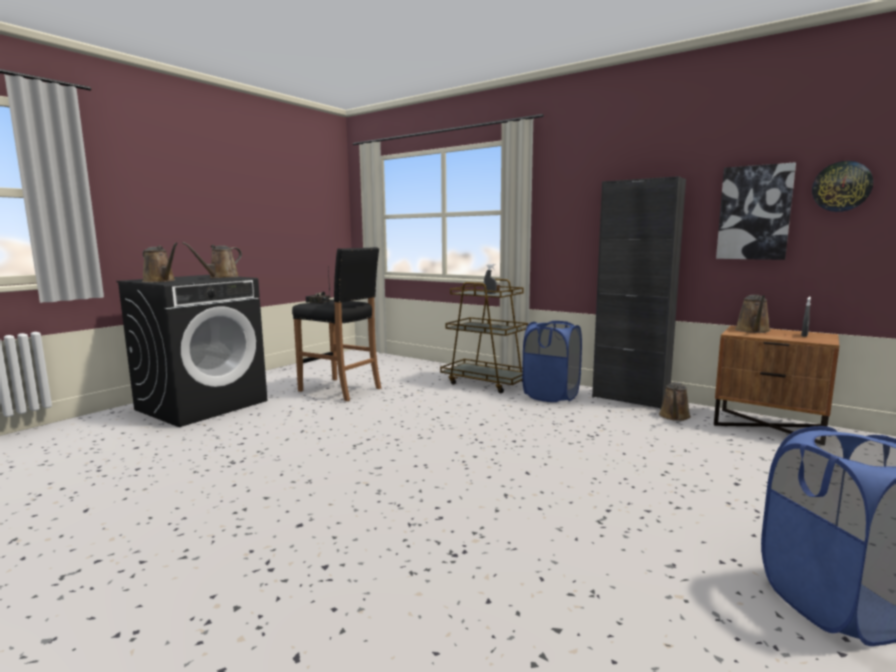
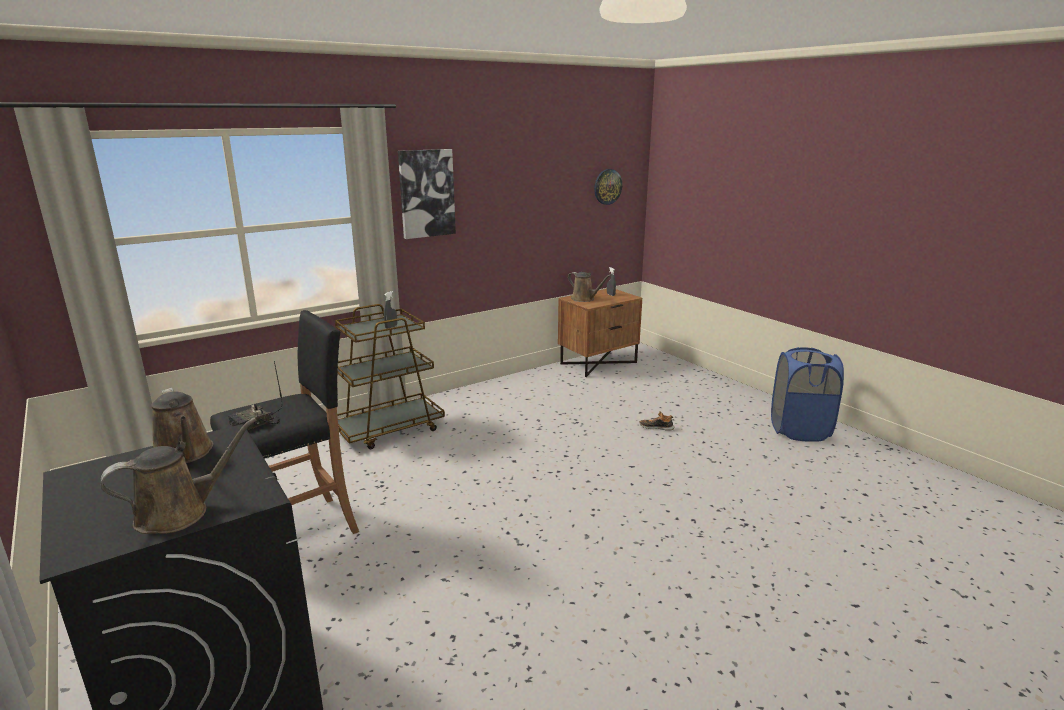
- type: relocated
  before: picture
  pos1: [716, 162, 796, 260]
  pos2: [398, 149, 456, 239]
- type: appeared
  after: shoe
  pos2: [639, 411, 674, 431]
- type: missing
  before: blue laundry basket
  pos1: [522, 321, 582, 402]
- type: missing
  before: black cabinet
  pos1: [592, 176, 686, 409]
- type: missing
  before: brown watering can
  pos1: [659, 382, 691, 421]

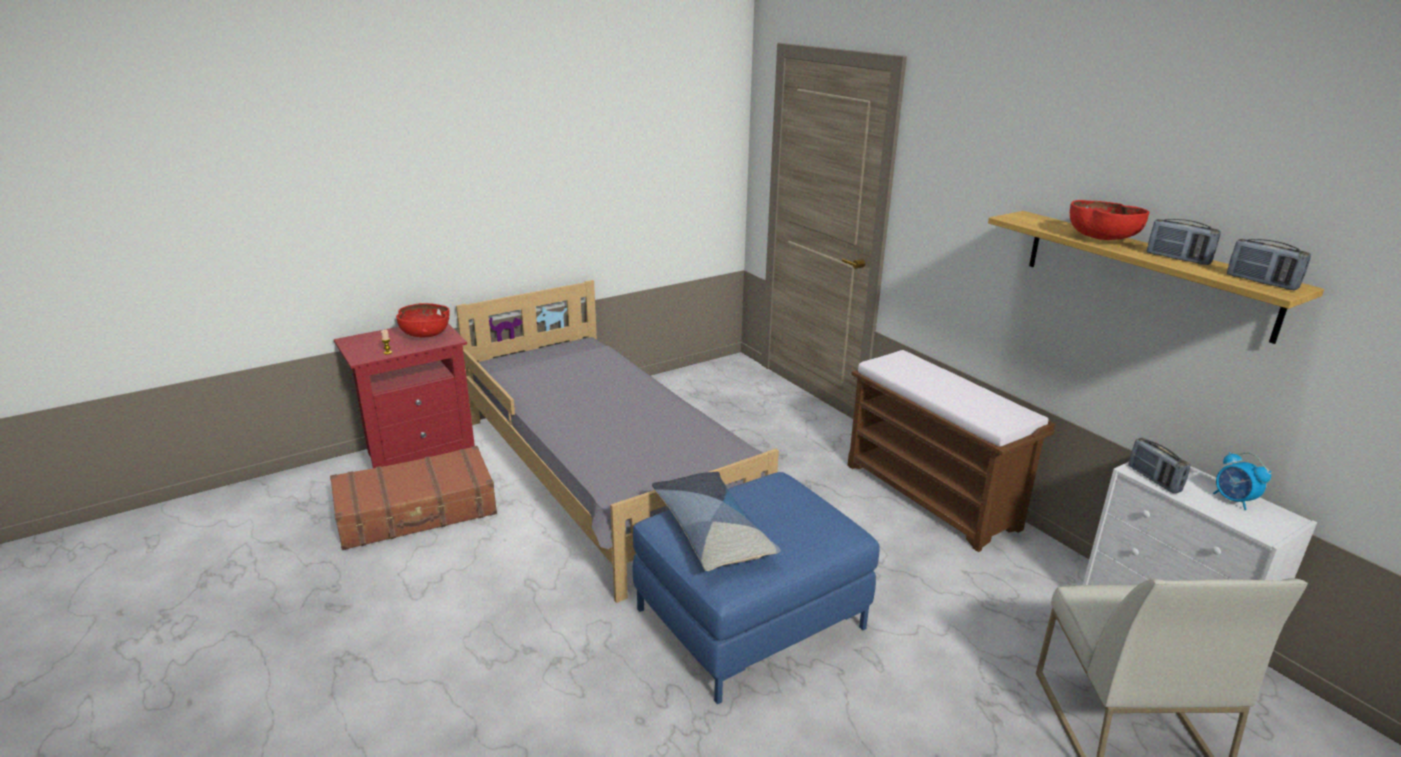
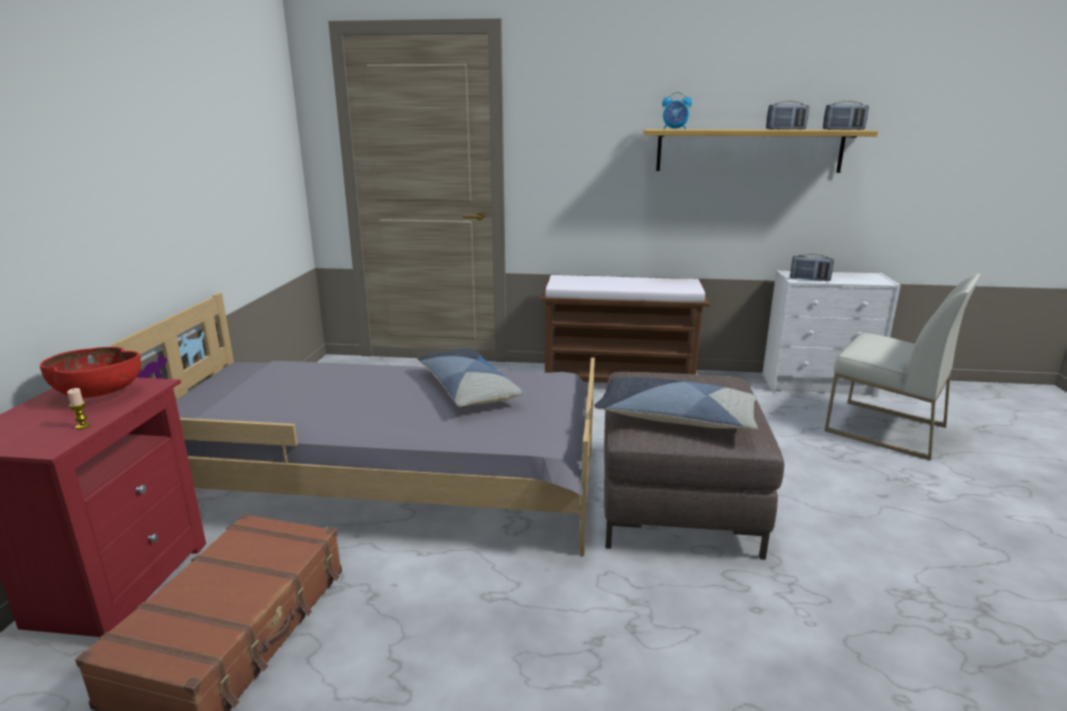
- type: appeared
  after: pillow
  pos2: [417, 348, 526, 407]
- type: colour
  before: blue ottoman
  after: brown ottoman
  pos1: [633, 472, 880, 704]
  pos2: [604, 372, 784, 560]
- type: relocated
  before: alarm clock
  pos1: [1213, 452, 1271, 510]
  pos2: [662, 92, 692, 129]
- type: missing
  before: red bowl
  pos1: [1070, 200, 1149, 240]

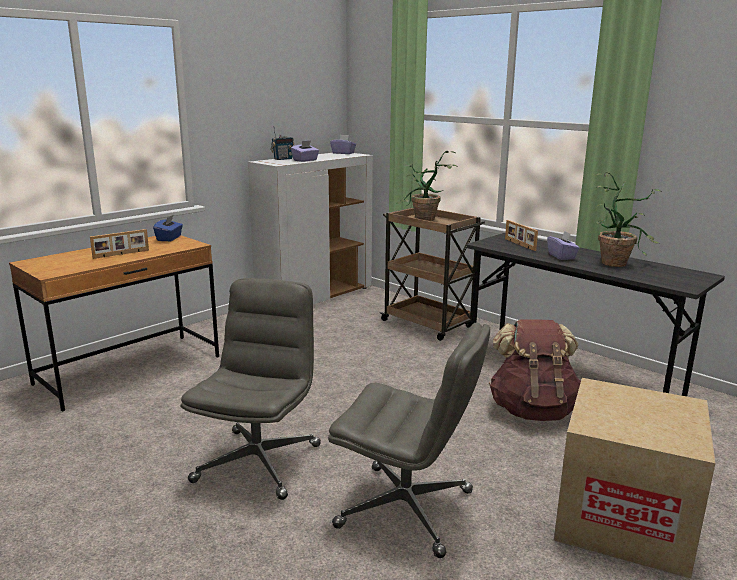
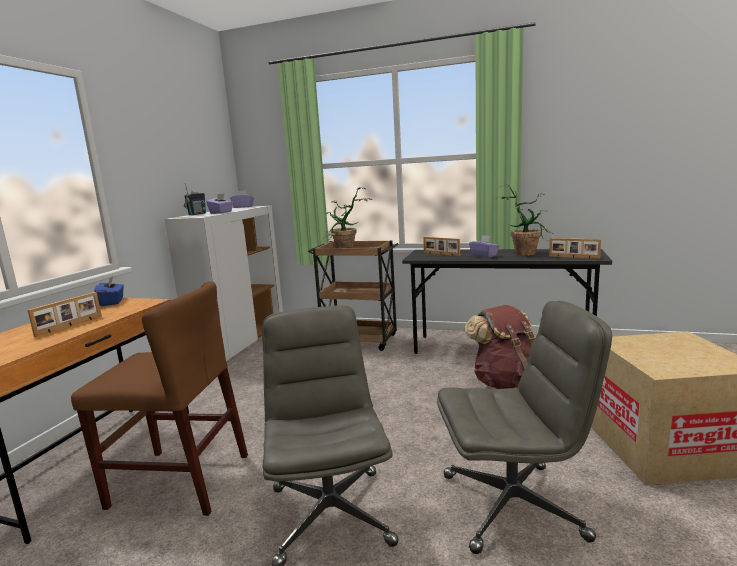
- type: appeared
  after: brown chair
  pos2: [71, 281, 248, 516]
- type: appeared
  after: picture frame
  pos2: [549, 238, 601, 259]

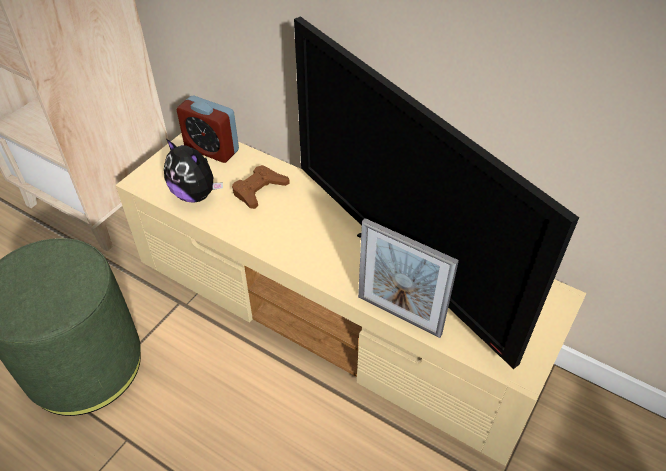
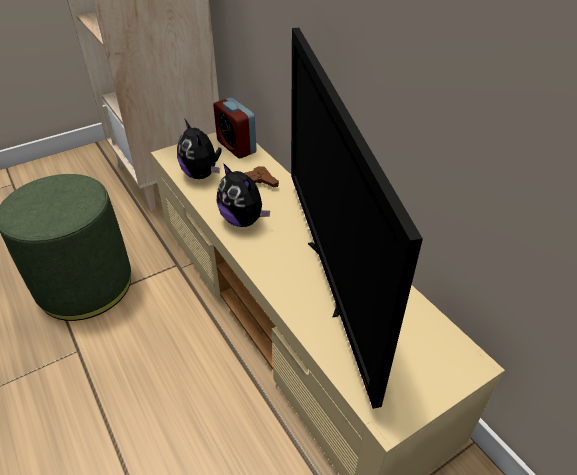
- type: appeared
  after: plush toy
  pos2: [217, 163, 270, 227]
- type: missing
  before: picture frame
  pos1: [358, 218, 459, 338]

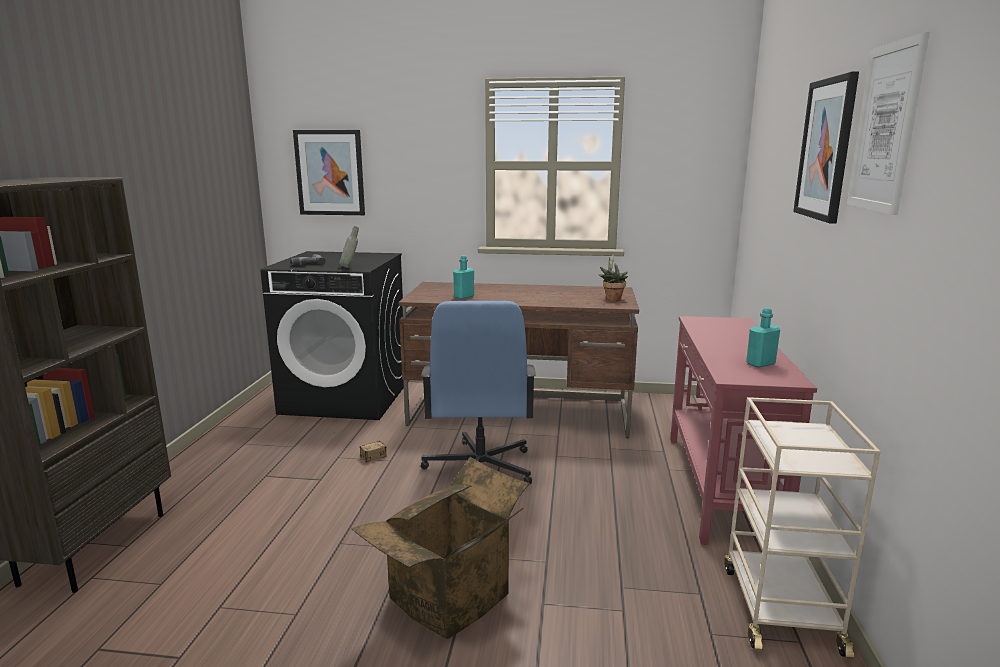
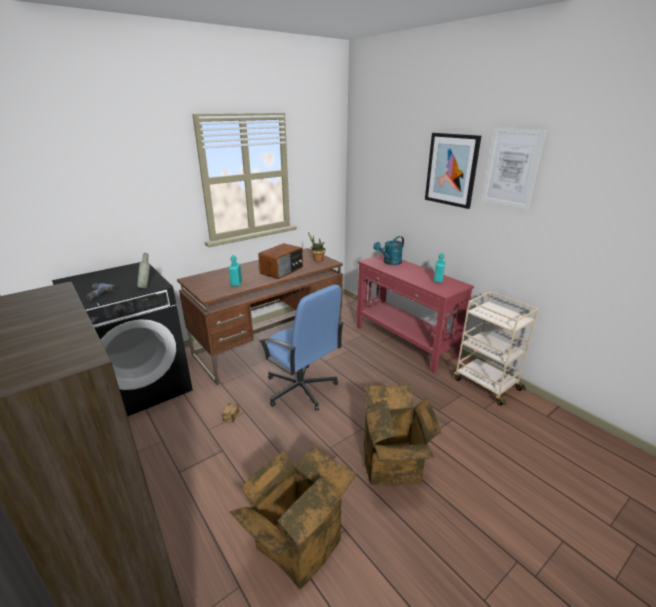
- type: appeared
  after: cardboard box
  pos2: [230, 445, 358, 589]
- type: appeared
  after: radio
  pos2: [258, 243, 303, 279]
- type: appeared
  after: turquoise watering can
  pos2: [374, 236, 404, 265]
- type: missing
  before: picture
  pos1: [293, 130, 365, 215]

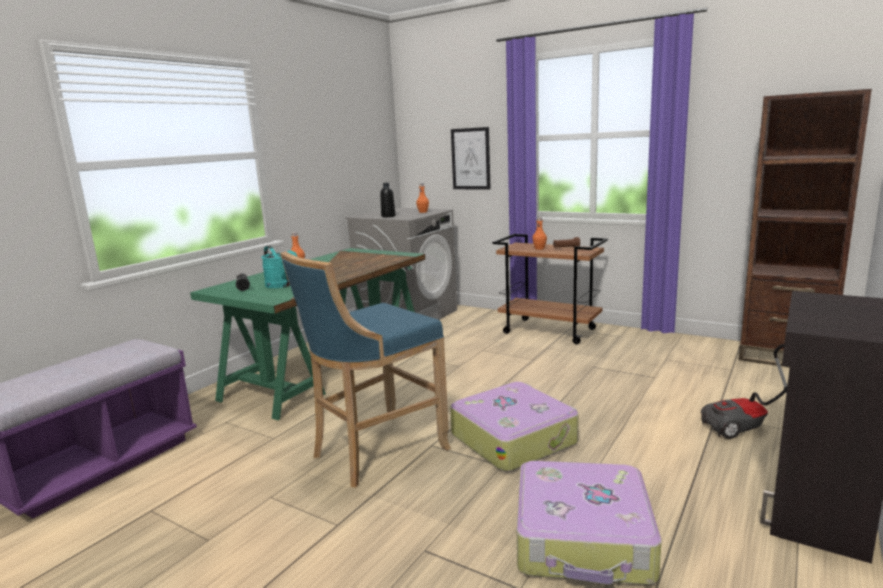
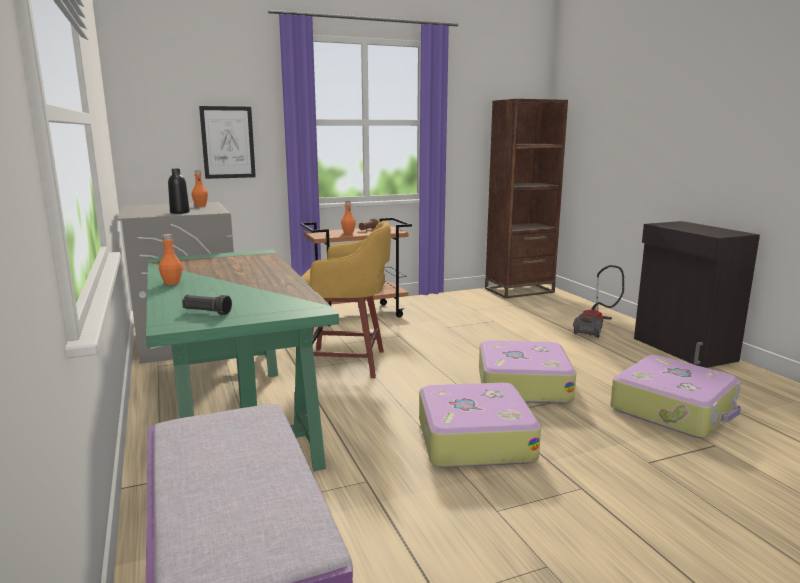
- type: appeared
  after: yellow stool
  pos2: [302, 221, 391, 378]
- type: exchanged
  before: blue stool
  after: suitcase
  pos1: [280, 251, 451, 488]
  pos2: [419, 383, 541, 468]
- type: missing
  before: turquoise watering can
  pos1: [261, 246, 297, 288]

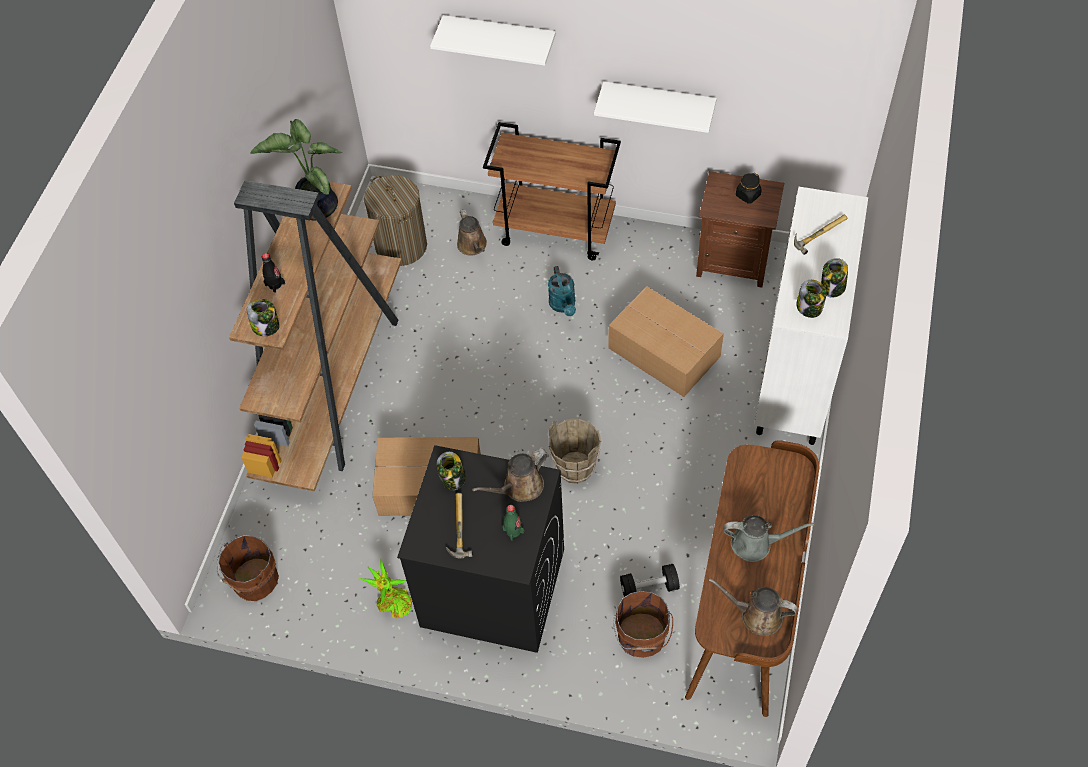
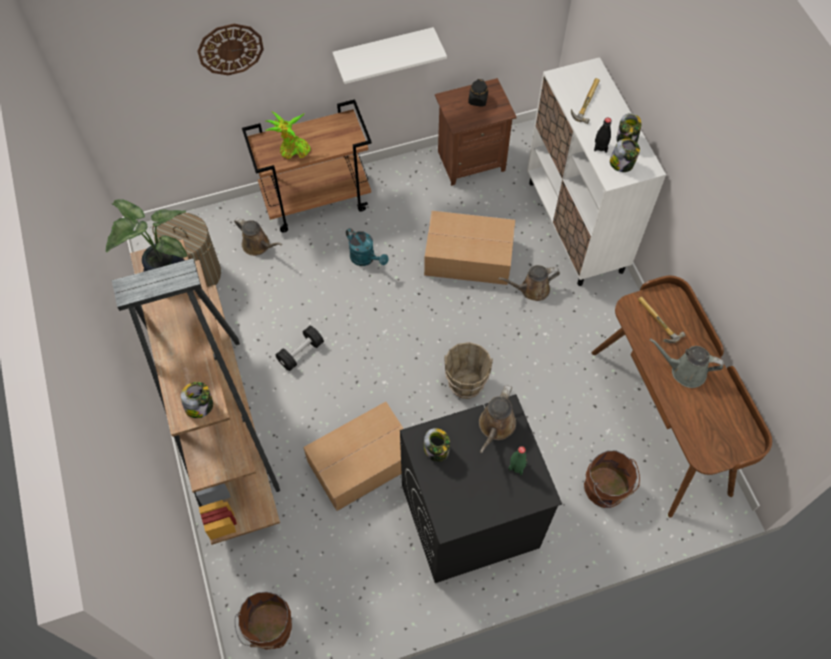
- type: exchanged
  before: white shelf
  after: wall clock
  pos1: [430, 15, 556, 66]
  pos2: [197, 24, 264, 75]
- type: relocated
  before: potted plant
  pos1: [360, 559, 412, 619]
  pos2: [265, 112, 311, 159]
- type: relocated
  before: black dumbbell
  pos1: [620, 564, 680, 597]
  pos2: [276, 326, 324, 371]
- type: relocated
  before: brown watering can
  pos1: [709, 578, 797, 636]
  pos2: [498, 265, 560, 301]
- type: relocated
  before: black bottle
  pos1: [262, 253, 285, 293]
  pos2: [594, 118, 612, 153]
- type: relocated
  before: hammer
  pos1: [446, 493, 473, 558]
  pos2: [638, 296, 685, 343]
- type: spun
  before: grey watering can
  pos1: [723, 515, 815, 562]
  pos2: [650, 338, 724, 388]
  turn: -135

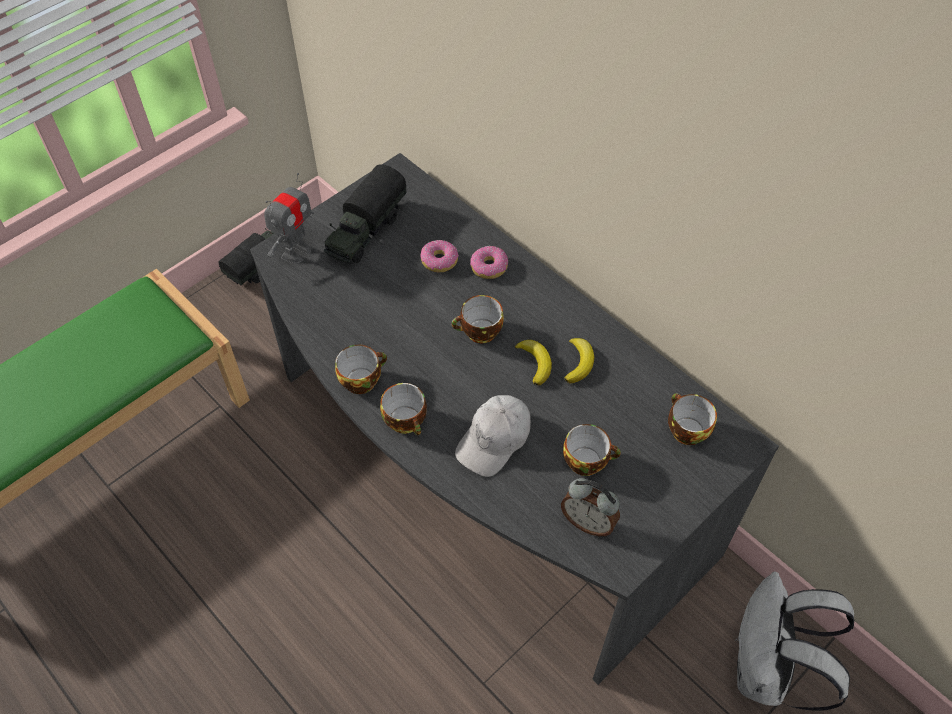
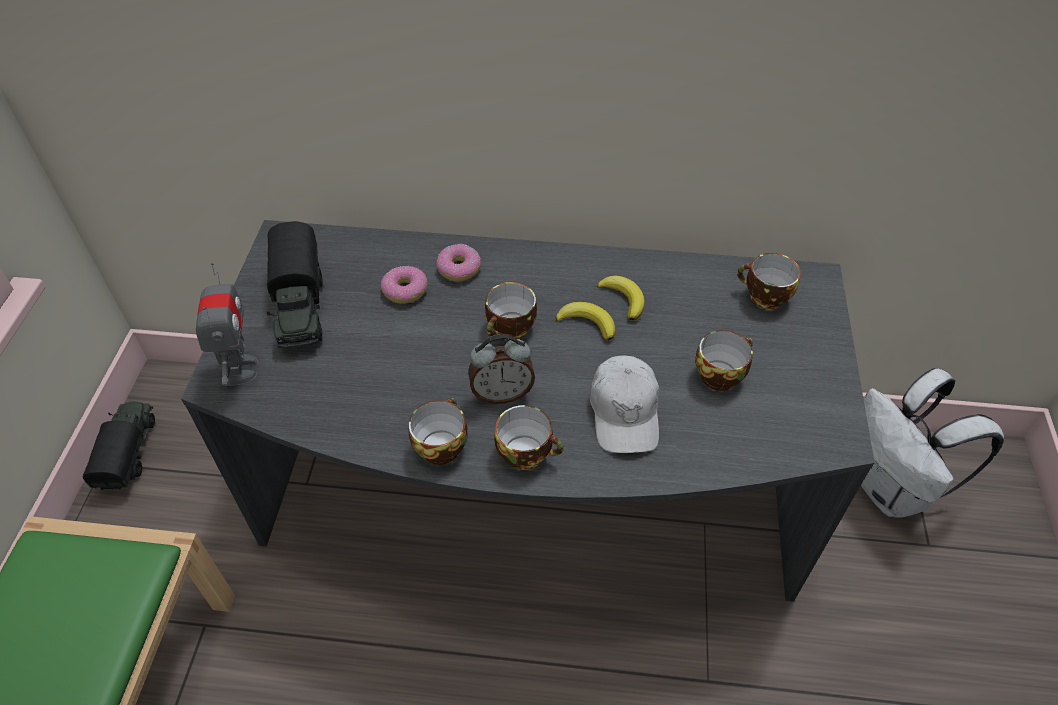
- type: relocated
  before: alarm clock
  pos1: [561, 478, 620, 536]
  pos2: [468, 334, 535, 404]

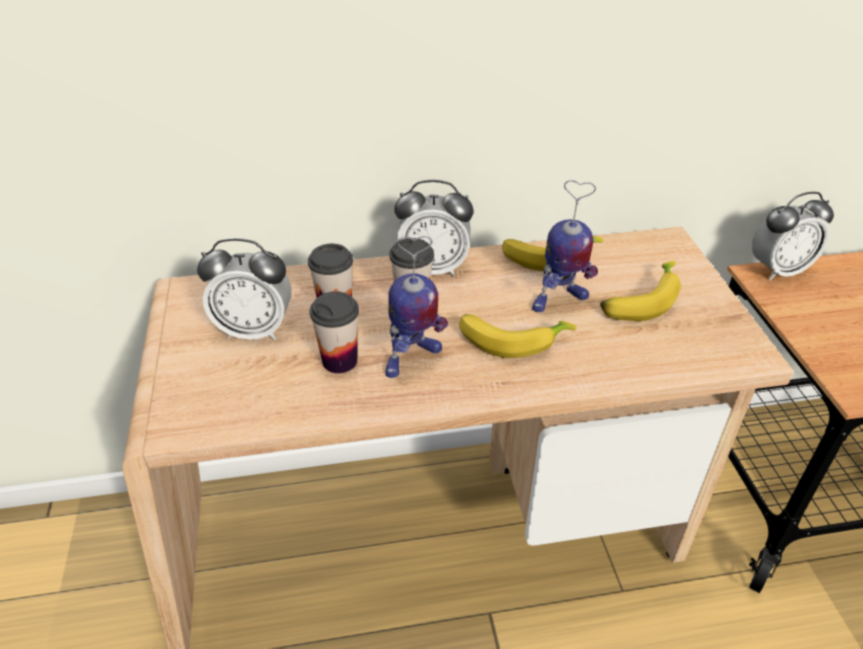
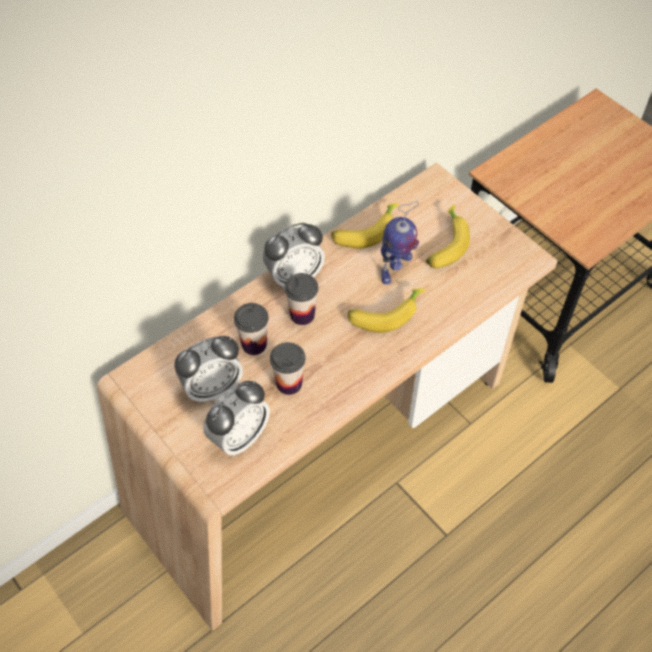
- type: relocated
  before: alarm clock
  pos1: [752, 192, 834, 280]
  pos2: [203, 381, 270, 456]
- type: missing
  before: toy robot
  pos1: [385, 236, 448, 378]

